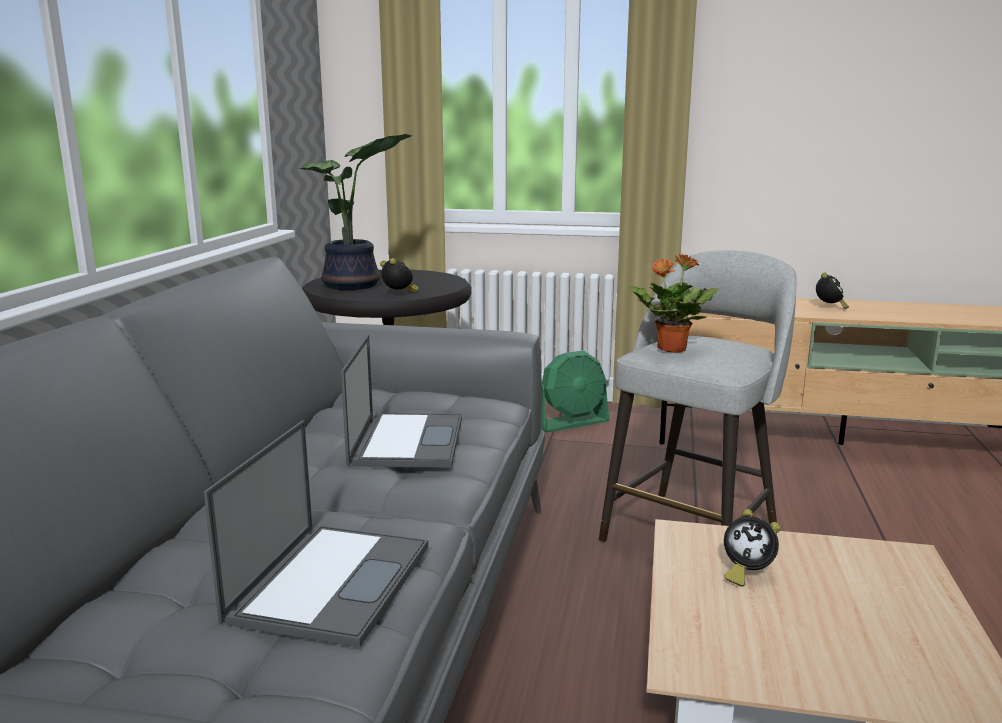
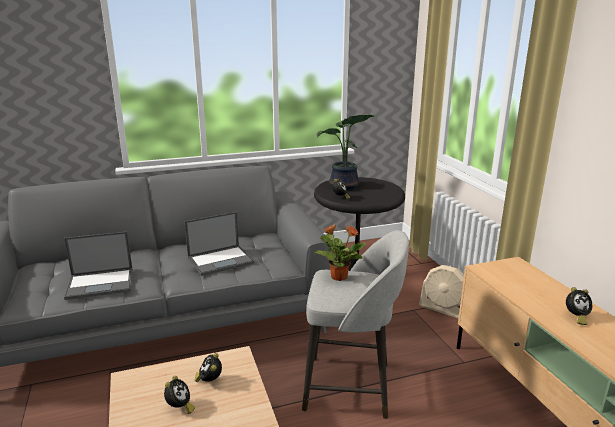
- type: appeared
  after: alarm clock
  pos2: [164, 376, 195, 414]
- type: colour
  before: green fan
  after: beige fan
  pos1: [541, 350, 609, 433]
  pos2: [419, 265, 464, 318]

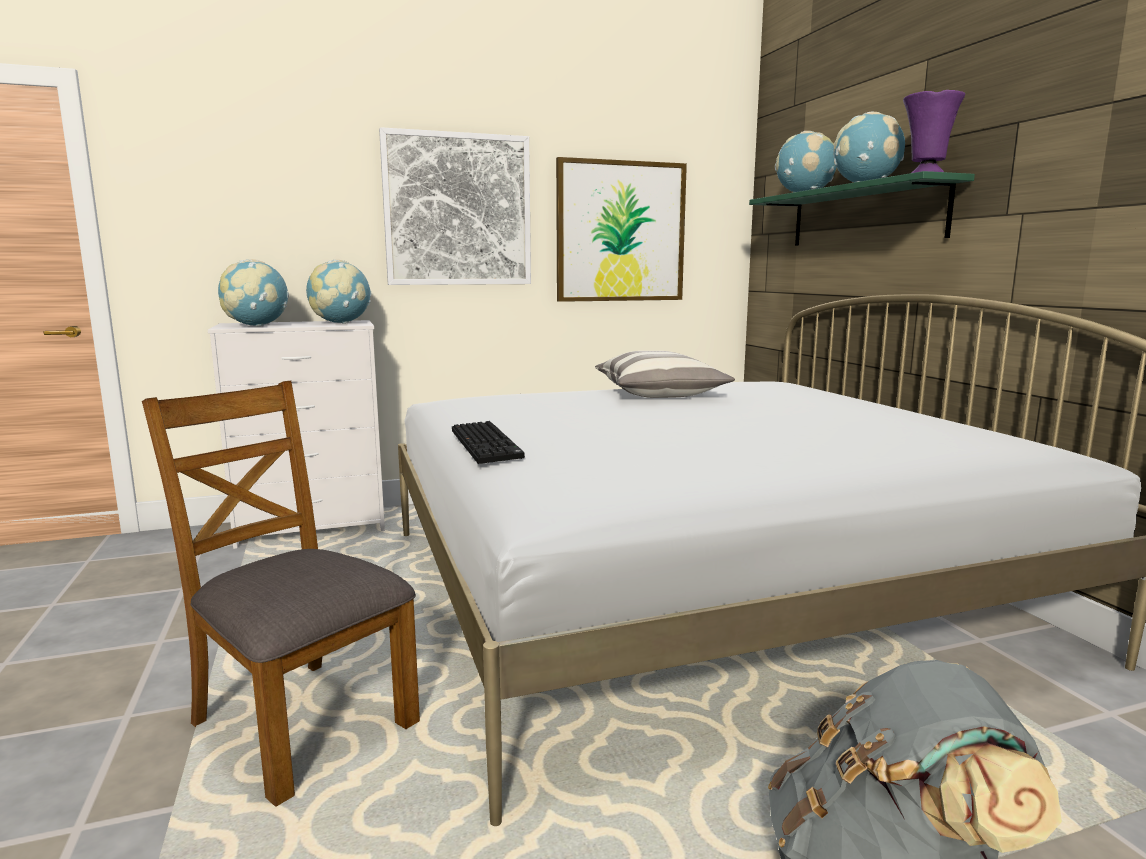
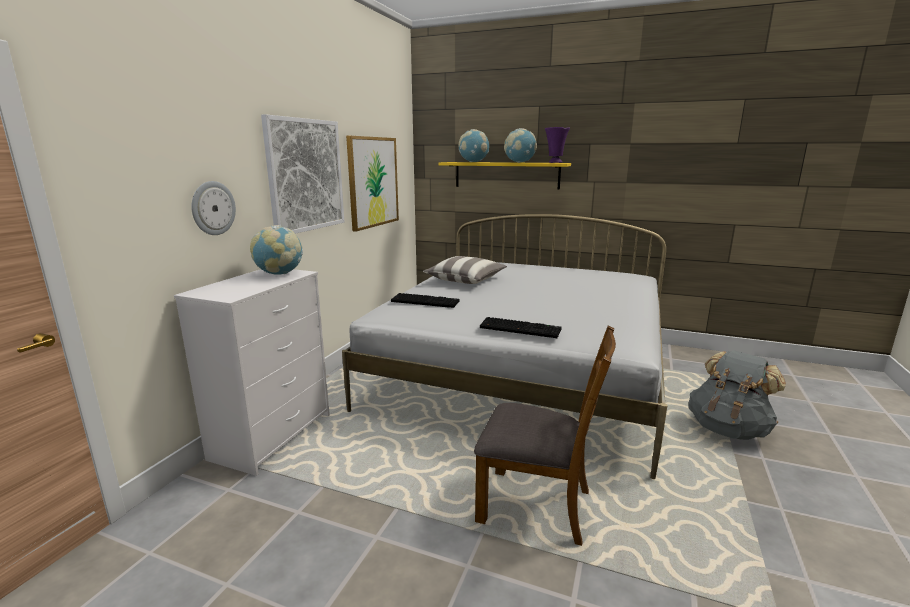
- type: appeared
  after: wall clock
  pos2: [191, 181, 236, 235]
- type: appeared
  after: keyboard
  pos2: [391, 293, 460, 308]
- type: colour
  before: green shelf
  after: yellow shelf
  pos1: [749, 171, 975, 246]
  pos2: [439, 162, 571, 190]
- type: spun
  before: brown chair
  pos1: [142, 380, 420, 807]
  pos2: [474, 326, 616, 546]
  turn: -150
- type: missing
  before: globe
  pos1: [218, 259, 289, 326]

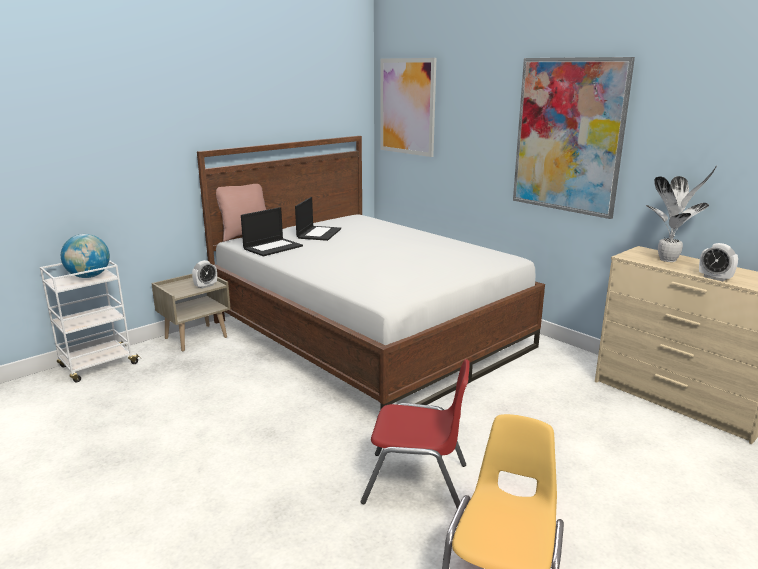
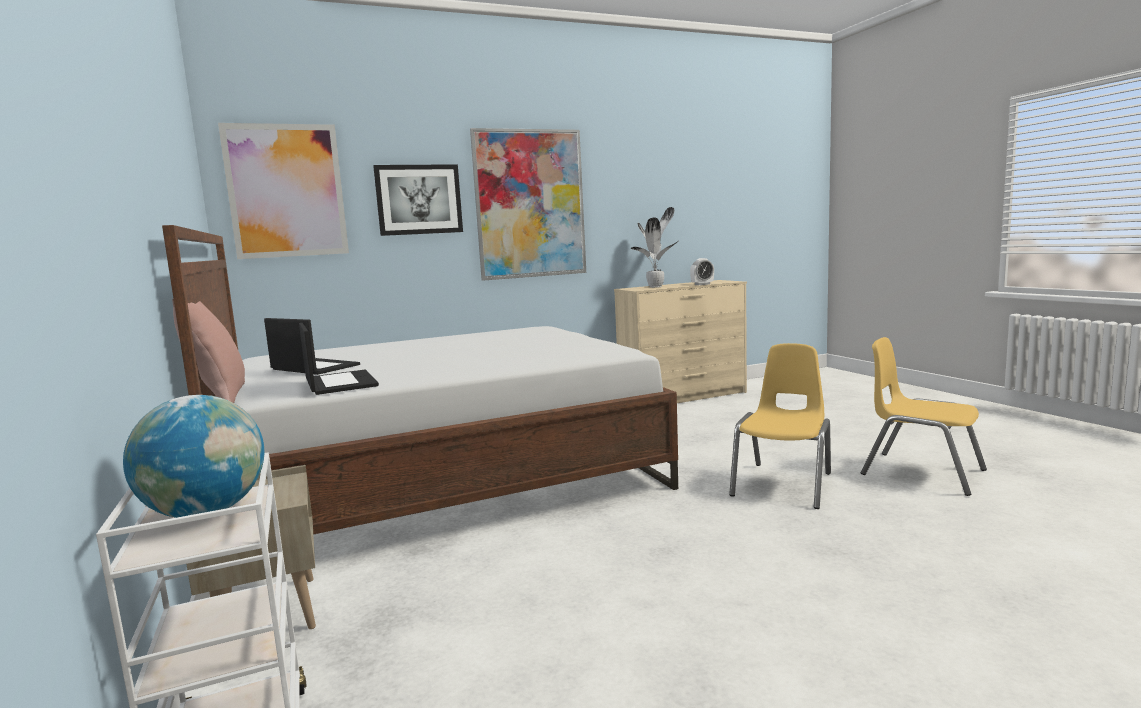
- type: appeared
  after: picture
  pos2: [373, 164, 463, 236]
- type: colour
  before: red chair
  after: yellow chair
  pos1: [361, 359, 470, 508]
  pos2: [729, 343, 831, 509]
- type: missing
  before: alarm clock
  pos1: [192, 260, 217, 289]

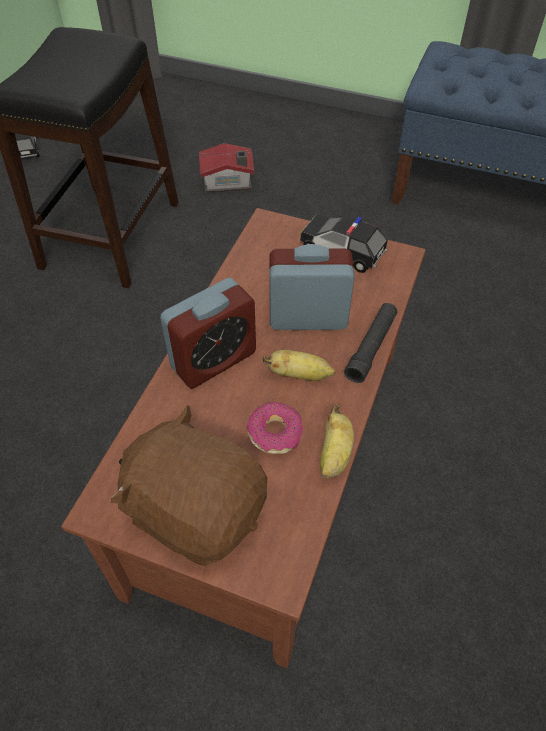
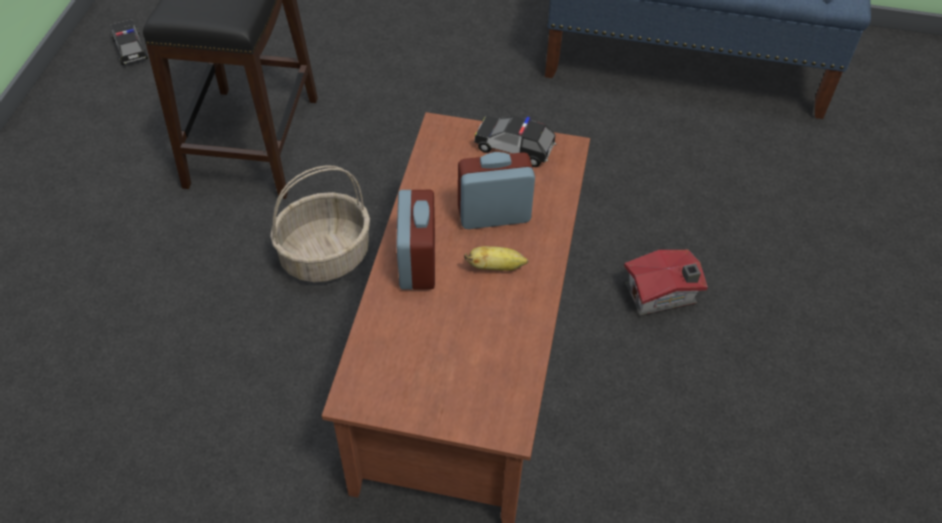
- type: appeared
  after: basket
  pos2: [270, 165, 370, 282]
- type: spun
  before: alarm clock
  pos1: [160, 278, 256, 389]
  pos2: [397, 190, 435, 290]
  turn: -45
- type: relocated
  before: toy house
  pos1: [199, 143, 254, 193]
  pos2: [624, 250, 708, 316]
- type: missing
  before: brown plush toy
  pos1: [111, 405, 267, 566]
- type: missing
  before: donut
  pos1: [247, 402, 303, 454]
- type: missing
  before: banana
  pos1: [320, 404, 354, 479]
- type: missing
  before: black flashlight
  pos1: [344, 303, 398, 383]

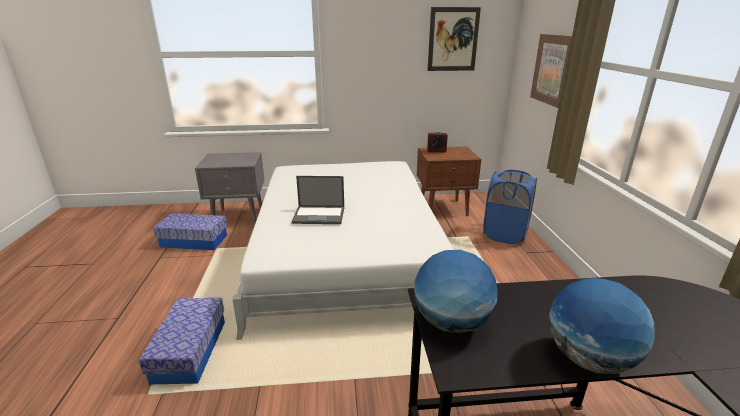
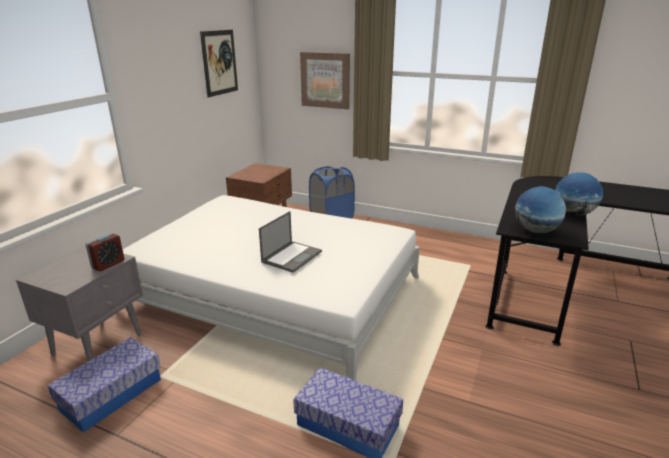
- type: relocated
  before: alarm clock
  pos1: [427, 131, 448, 152]
  pos2: [85, 233, 124, 271]

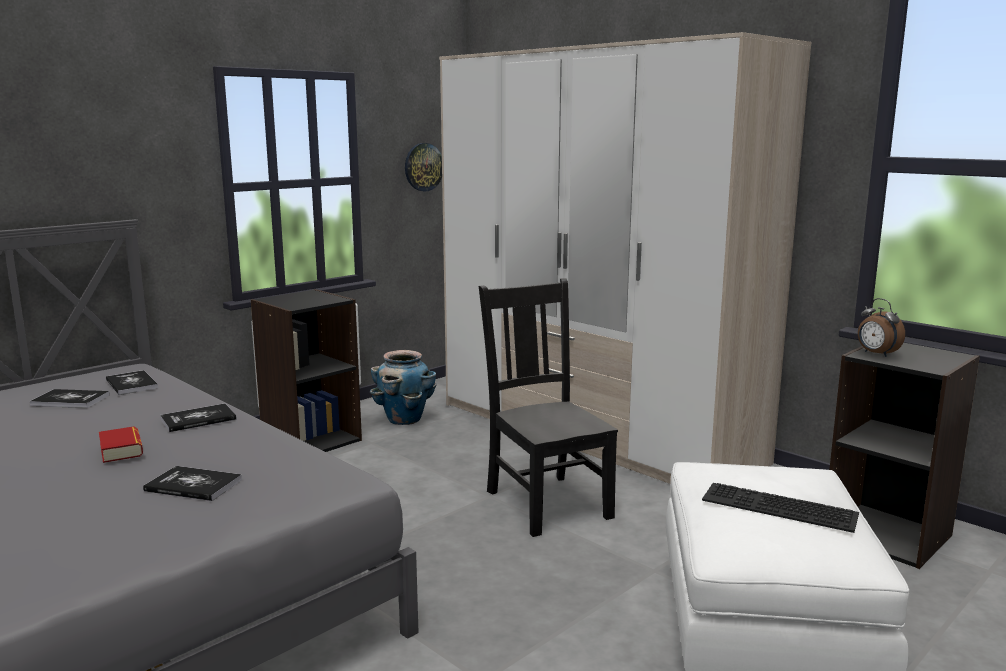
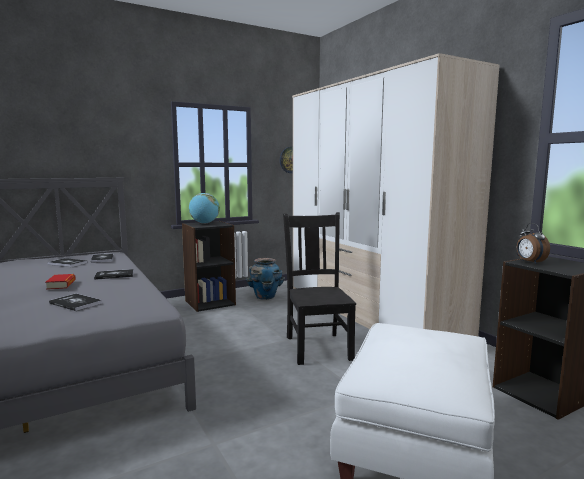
- type: appeared
  after: globe
  pos2: [189, 193, 220, 224]
- type: missing
  before: keyboard
  pos1: [702, 483, 859, 533]

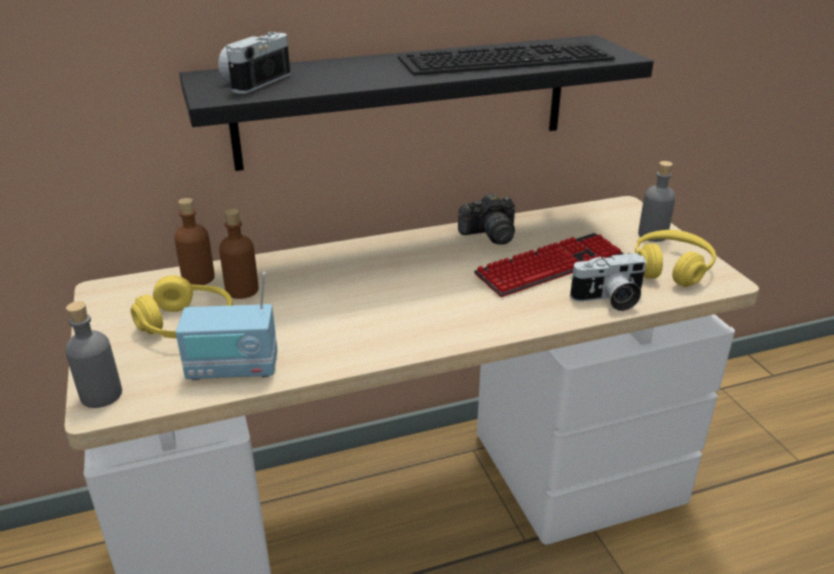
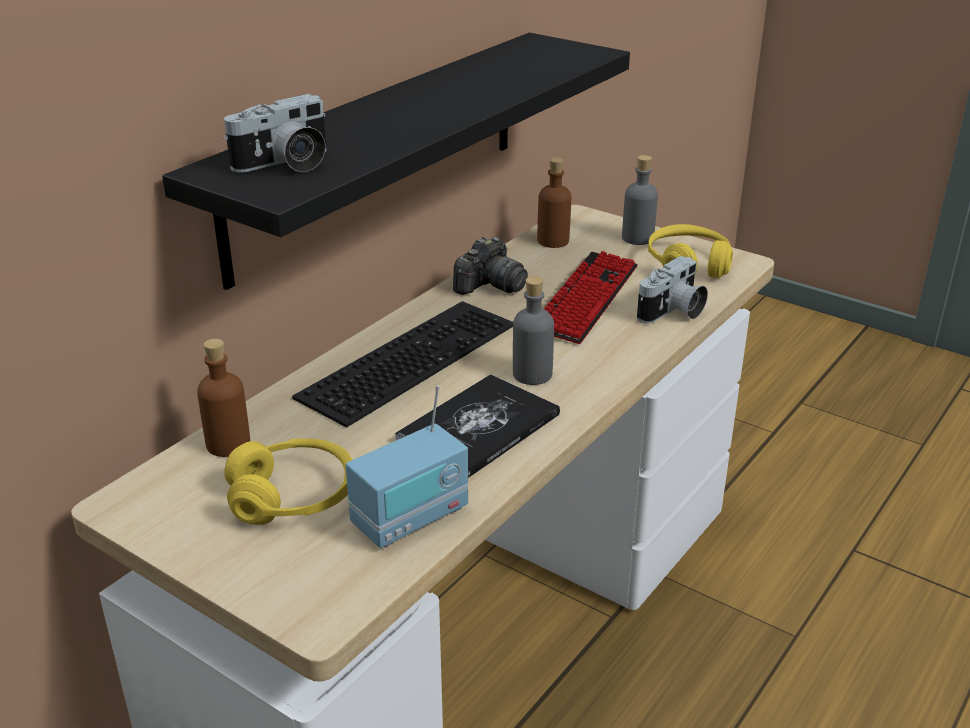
- type: spun
  before: photo camera
  pos1: [218, 32, 290, 94]
  pos2: [223, 94, 327, 173]
  turn: -120
- type: relocated
  before: keyboard
  pos1: [398, 42, 615, 76]
  pos2: [292, 301, 513, 428]
- type: appeared
  after: book
  pos2: [395, 374, 560, 478]
- type: relocated
  before: grey bottle
  pos1: [65, 301, 122, 408]
  pos2: [513, 276, 554, 385]
- type: relocated
  before: brown bottle
  pos1: [219, 209, 259, 299]
  pos2: [537, 157, 571, 248]

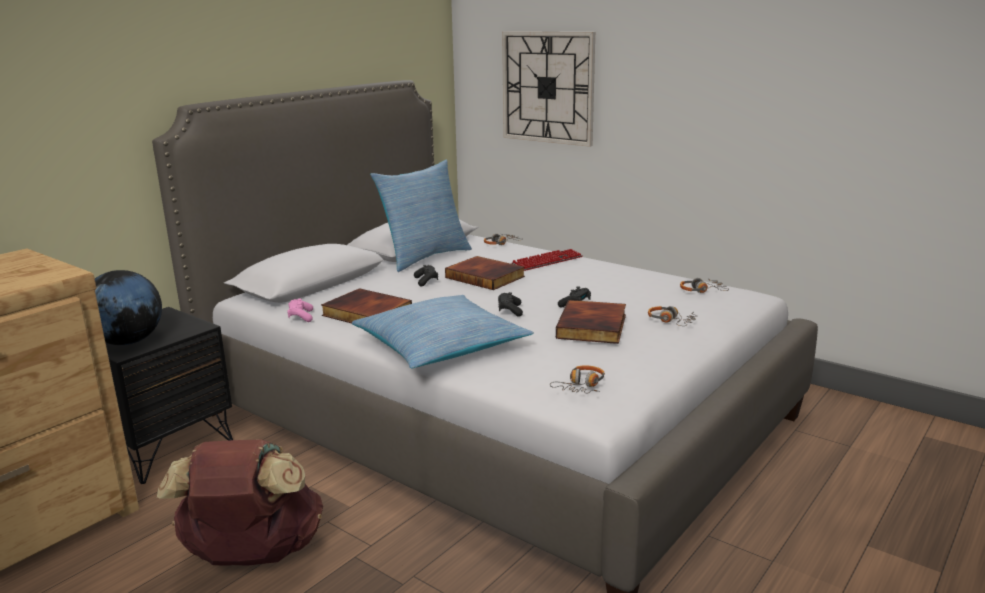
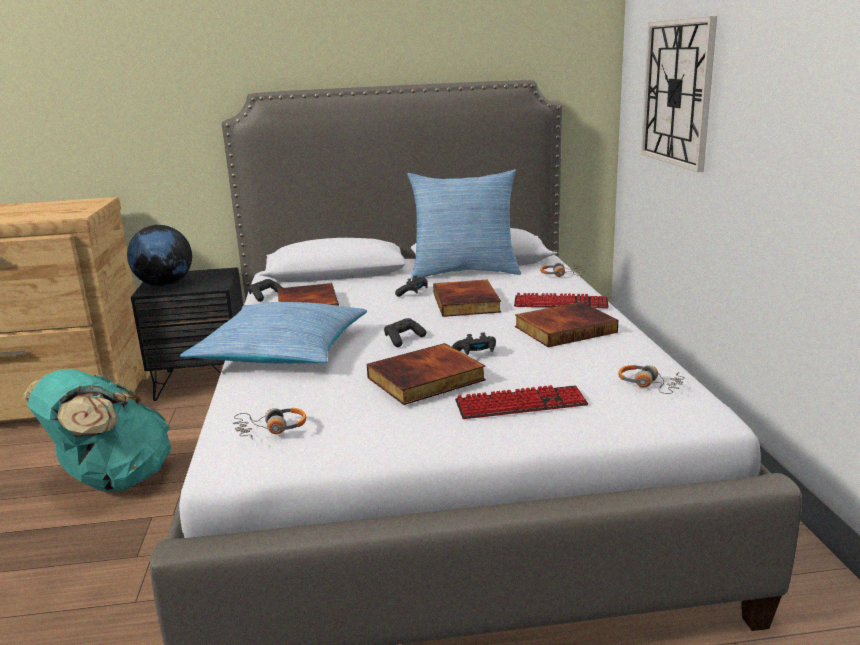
- type: colour
  before: brown backpack
  after: turquoise backpack
  pos1: [157, 439, 323, 566]
  pos2: [24, 369, 171, 492]
- type: colour
  before: pink game controller
  after: black game controller
  pos1: [287, 299, 313, 322]
  pos2: [248, 279, 283, 302]
- type: exchanged
  before: headphones
  after: keyboard
  pos1: [648, 306, 697, 326]
  pos2: [455, 385, 588, 419]
- type: appeared
  after: book
  pos2: [515, 302, 619, 347]

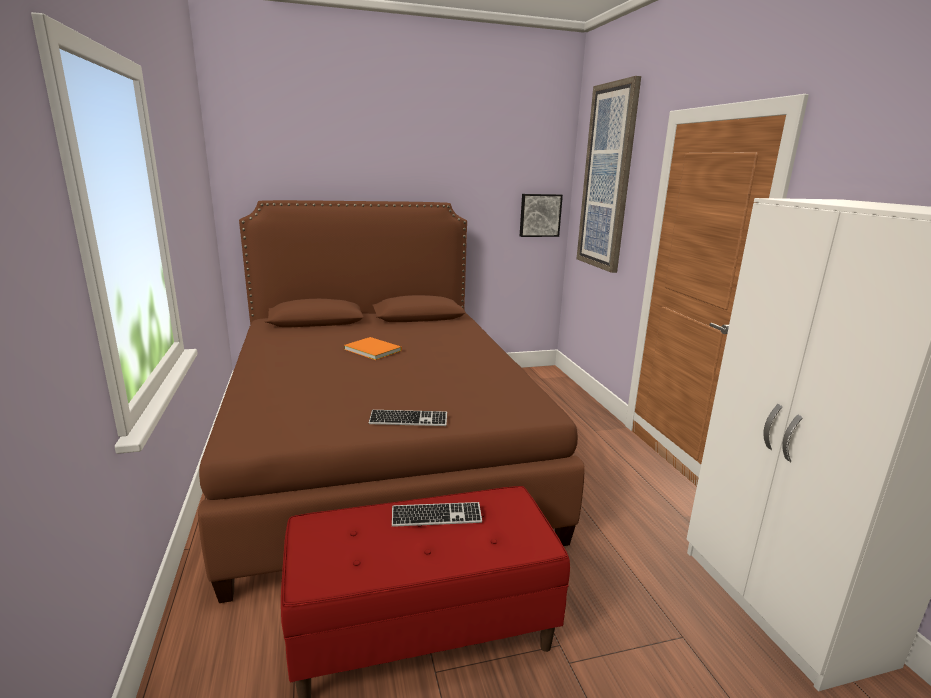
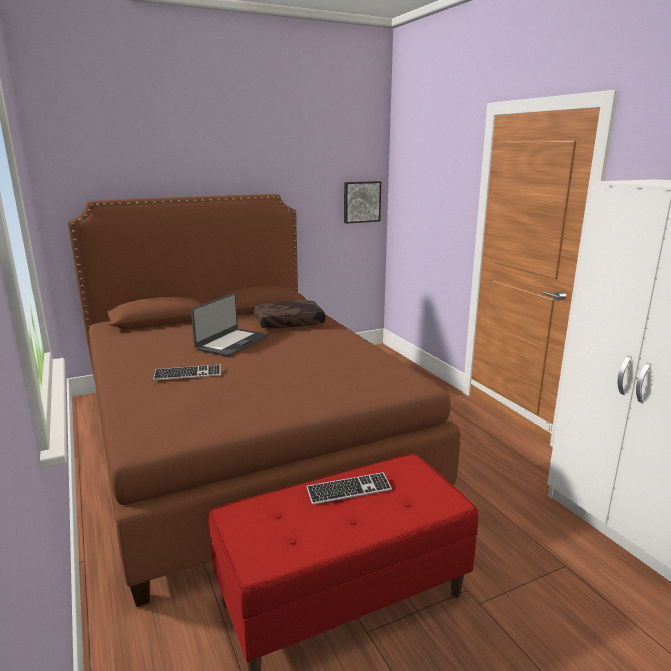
- type: relocated
  before: keyboard
  pos1: [369, 410, 447, 426]
  pos2: [153, 365, 221, 380]
- type: exchanged
  before: orange book
  after: laptop
  pos1: [344, 337, 402, 360]
  pos2: [191, 293, 268, 357]
- type: appeared
  after: brown pillow
  pos2: [254, 300, 325, 329]
- type: missing
  before: picture
  pos1: [577, 76, 641, 273]

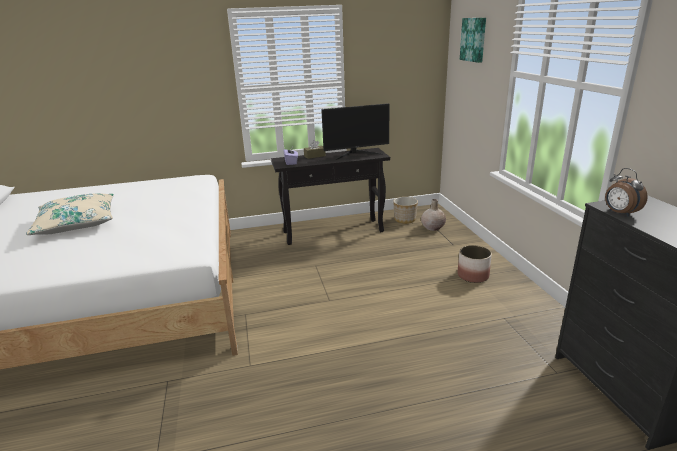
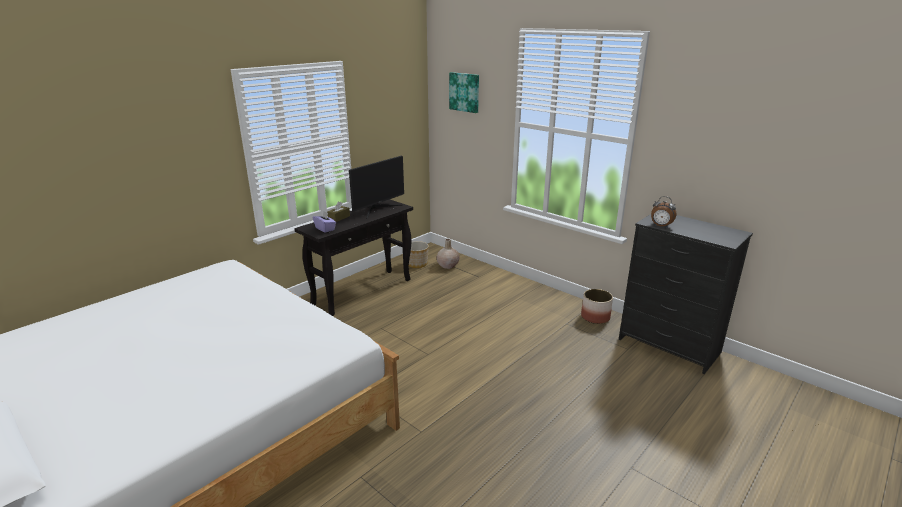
- type: relocated
  before: planter
  pos1: [458, 245, 492, 283]
  pos2: [581, 289, 613, 324]
- type: missing
  before: beige pillow
  pos1: [26, 193, 114, 235]

